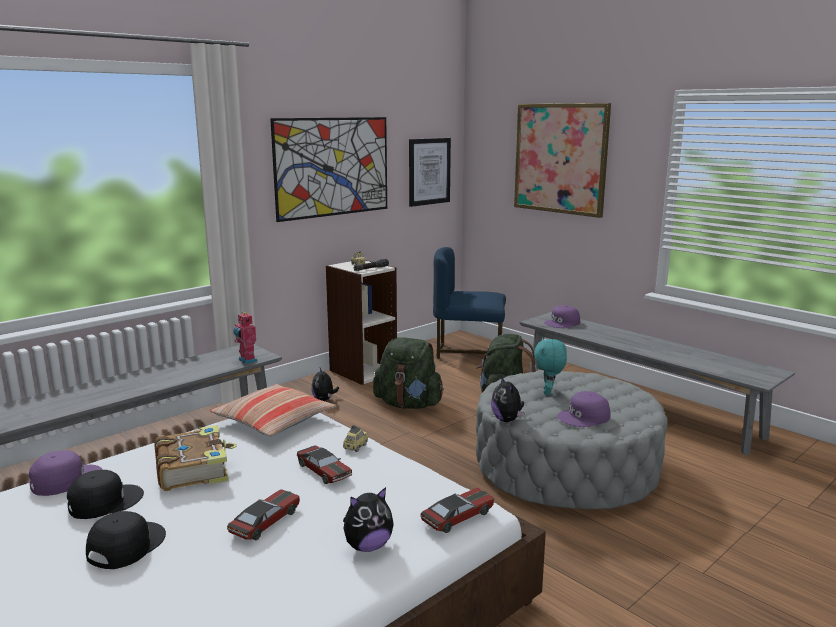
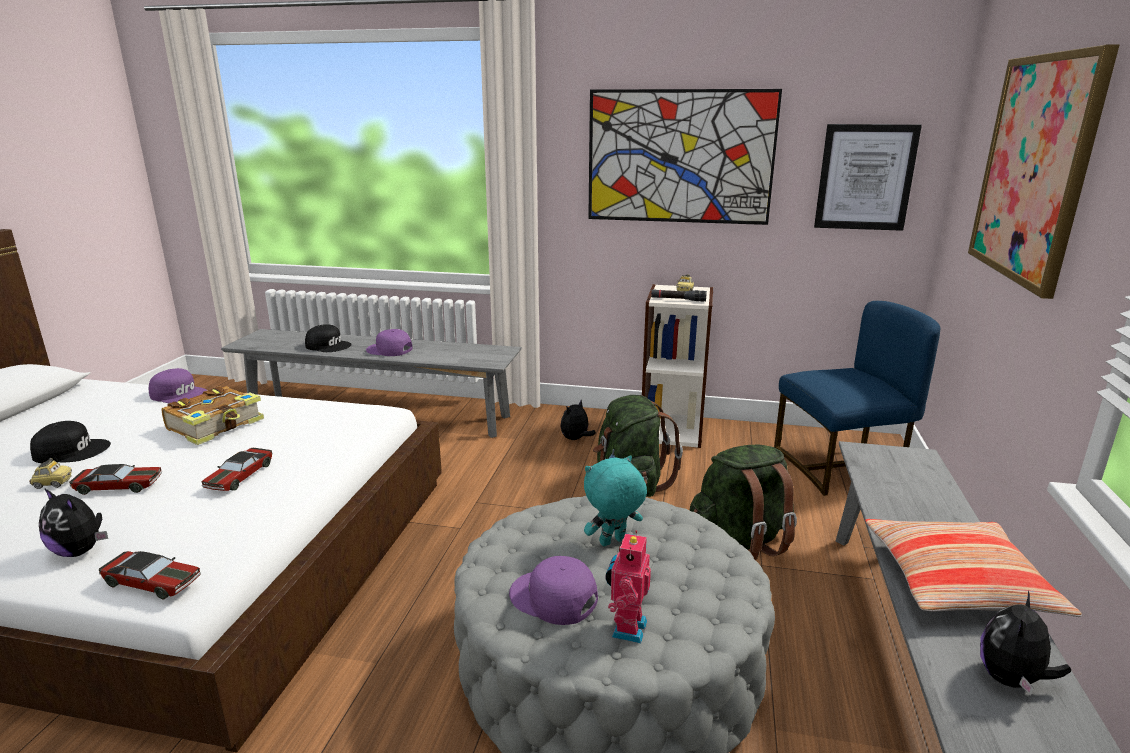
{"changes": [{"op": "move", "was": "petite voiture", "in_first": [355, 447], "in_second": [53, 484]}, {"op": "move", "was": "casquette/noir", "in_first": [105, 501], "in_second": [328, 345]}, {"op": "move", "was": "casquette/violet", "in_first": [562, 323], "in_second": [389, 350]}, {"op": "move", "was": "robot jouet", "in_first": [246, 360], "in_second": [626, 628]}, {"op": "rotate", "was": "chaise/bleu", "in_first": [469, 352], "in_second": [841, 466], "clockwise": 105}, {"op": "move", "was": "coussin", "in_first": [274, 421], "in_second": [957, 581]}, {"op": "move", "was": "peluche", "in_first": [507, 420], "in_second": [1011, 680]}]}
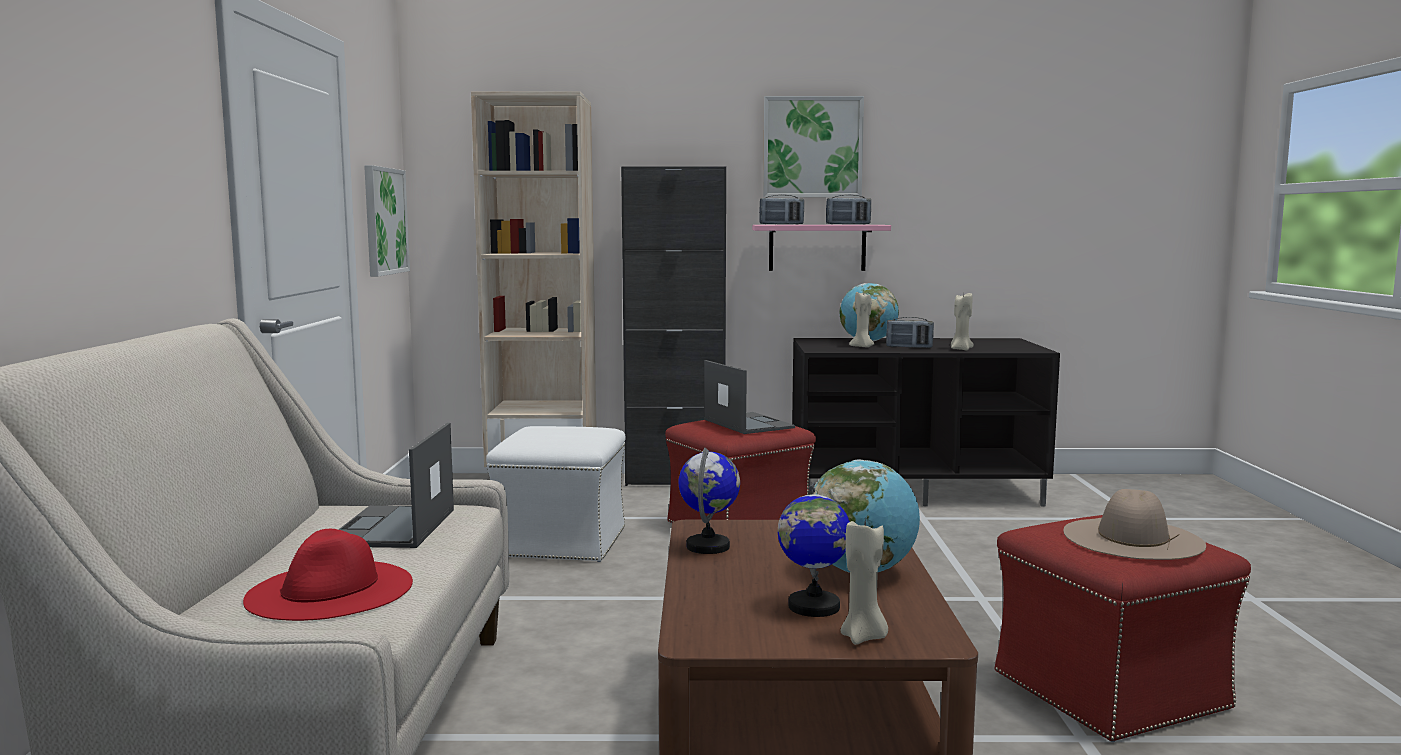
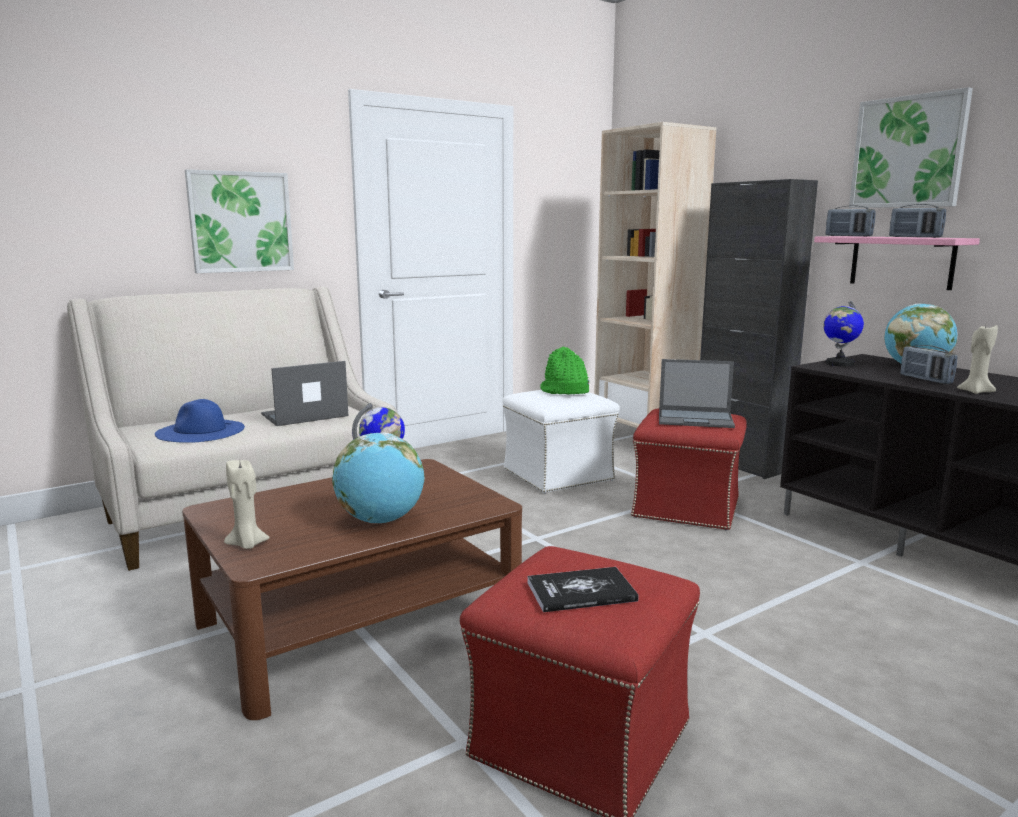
{"changes": [{"op": "recolor", "was": "chapeau/rouge", "now": "chapeau/bleu", "in_first": [330, 590], "in_second": [200, 431]}, {"op": "move", "was": "tableau", "in_first": [384, 221], "in_second": [240, 222]}, {"op": "replace", "was": "chapeau/beige", "now": "livre", "in_first": [1132, 538], "in_second": [581, 591]}, {"op": "insert", "now": "chapeau/vert", "in_second": [564, 391]}, {"op": "rotate", "was": "ordinateur portable", "in_first": [747, 423], "in_second": [696, 419], "clockwise": 75}, {"op": "move", "was": "globe", "in_first": [813, 607], "in_second": [839, 364]}, {"op": "delete", "was": "bougie/beige", "in_first": [862, 347]}]}
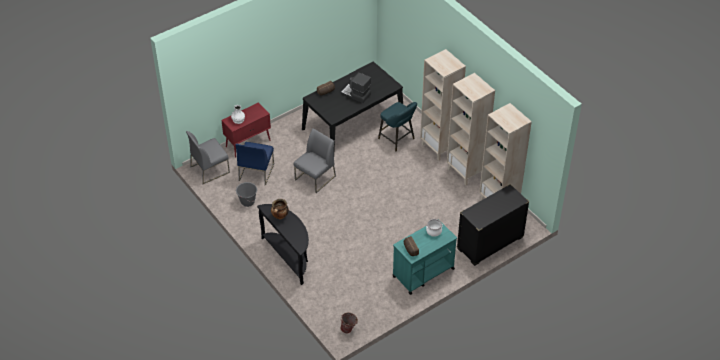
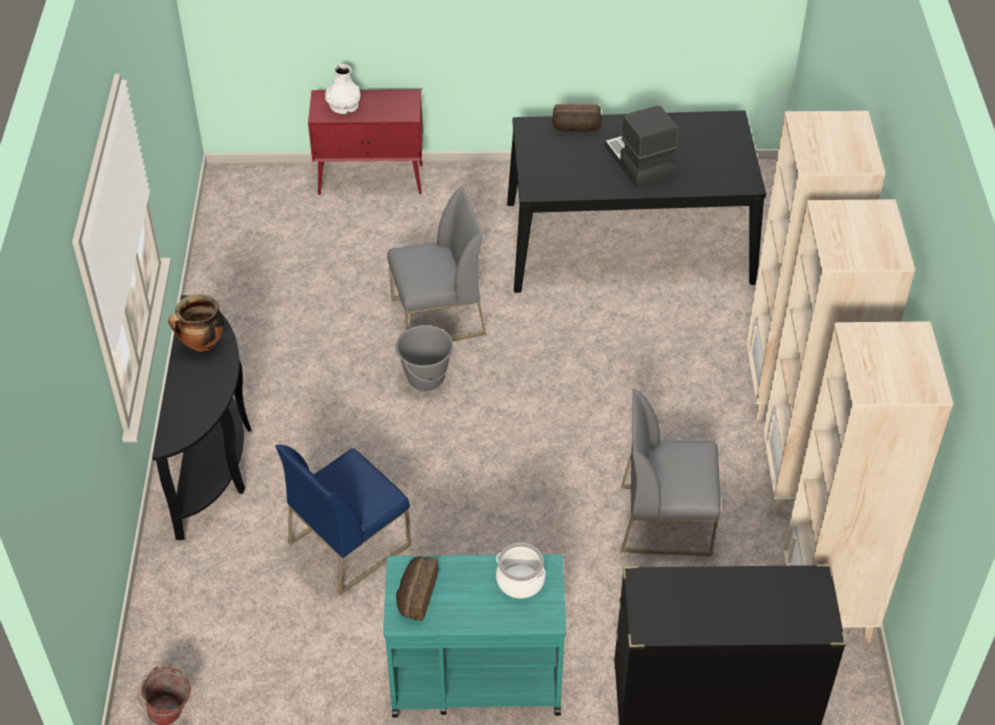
{"changes": [{"op": "move", "was": "chaise/bleu", "in_first": [256, 172], "in_second": [349, 543]}, {"op": "move", "was": "seau/gris", "in_first": [247, 202], "in_second": [425, 378]}, {"op": "move", "was": "chaise/gris", "in_first": [210, 169], "in_second": [666, 520]}, {"op": "delete", "was": "tabouret/turquoise", "in_first": [397, 140]}]}
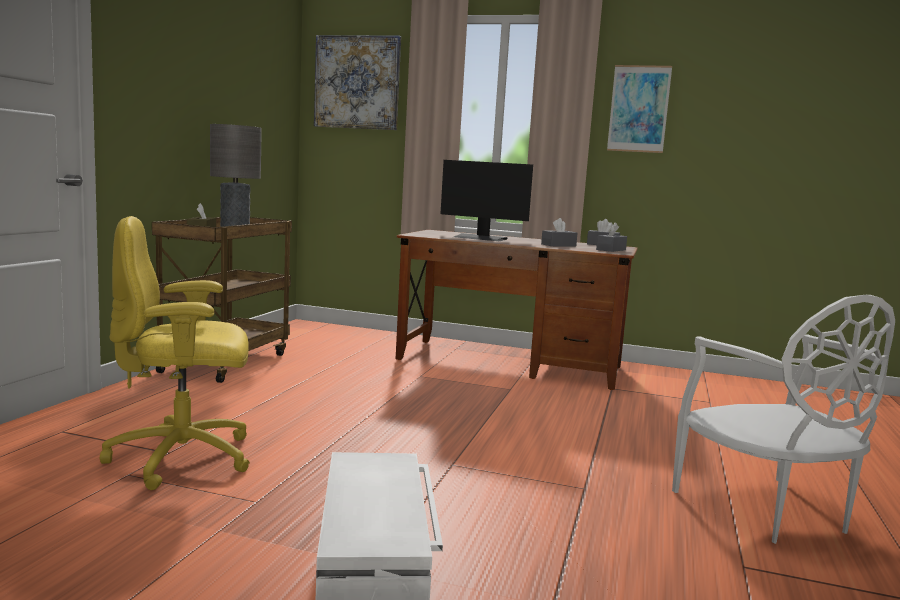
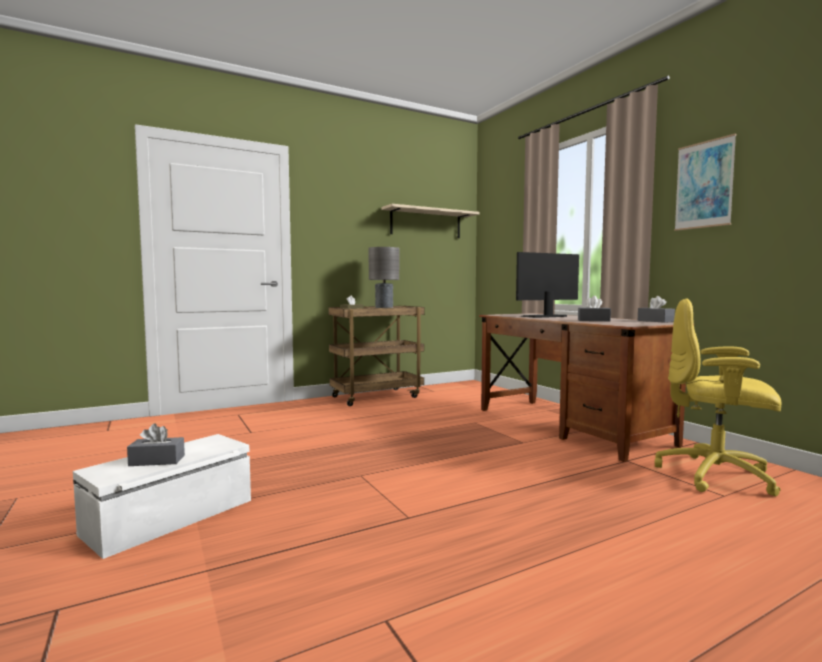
{"changes": [{"op": "move", "was": "boîte à mouchoirs/gris", "in_first": [611, 250], "in_second": [157, 461]}, {"op": "insert", "now": "étagère/beige", "in_second": [426, 223]}, {"op": "rotate", "was": "écran d'ordinateur", "in_first": [480, 238], "in_second": [543, 316], "clockwise": 90}, {"op": "move", "was": "chaise de bureau/jaune", "in_first": [184, 458], "in_second": [717, 476]}, {"op": "delete", "was": "tableau", "in_first": [357, 82]}, {"op": "delete", "was": "chaise/blanc", "in_first": [767, 511]}]}
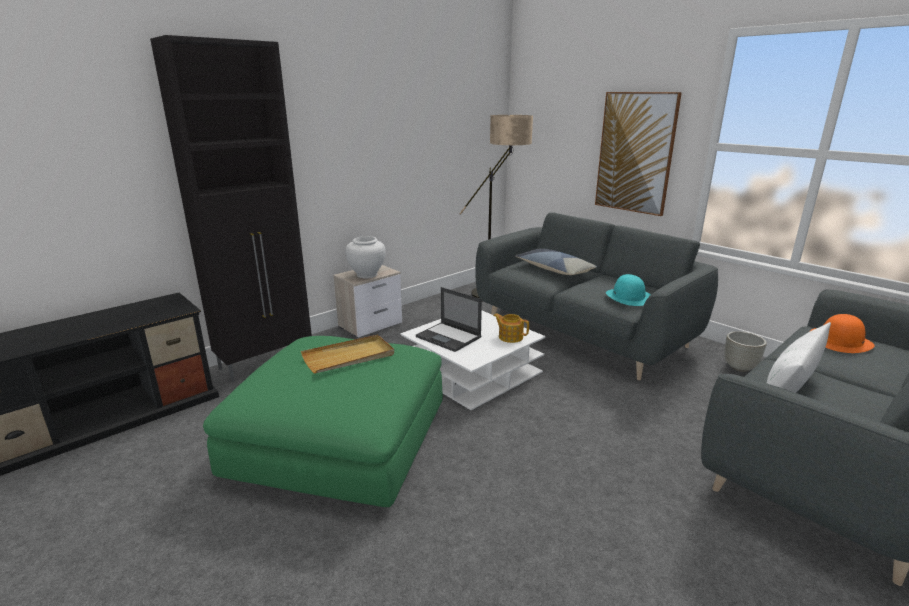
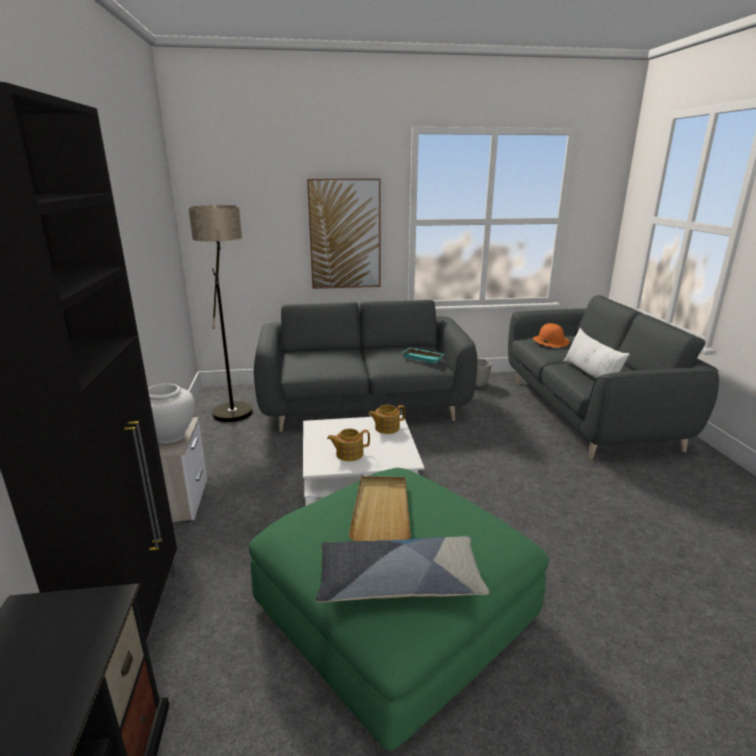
{"changes": [{"op": "move", "was": "coussin", "in_first": [554, 269], "in_second": [398, 581]}, {"op": "replace", "was": "ordinateur portable", "now": "théière", "in_first": [449, 337], "in_second": [349, 454]}, {"op": "replace", "was": "chapeau/turquoise", "now": "plateau/turquoise", "in_first": [628, 297], "in_second": [423, 357]}]}
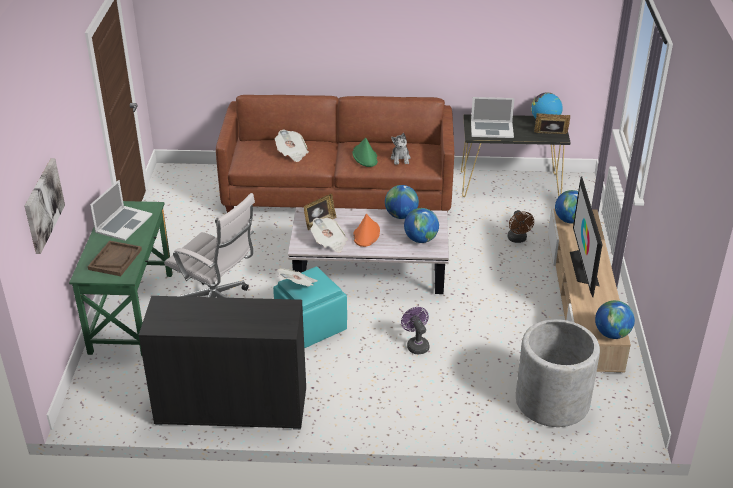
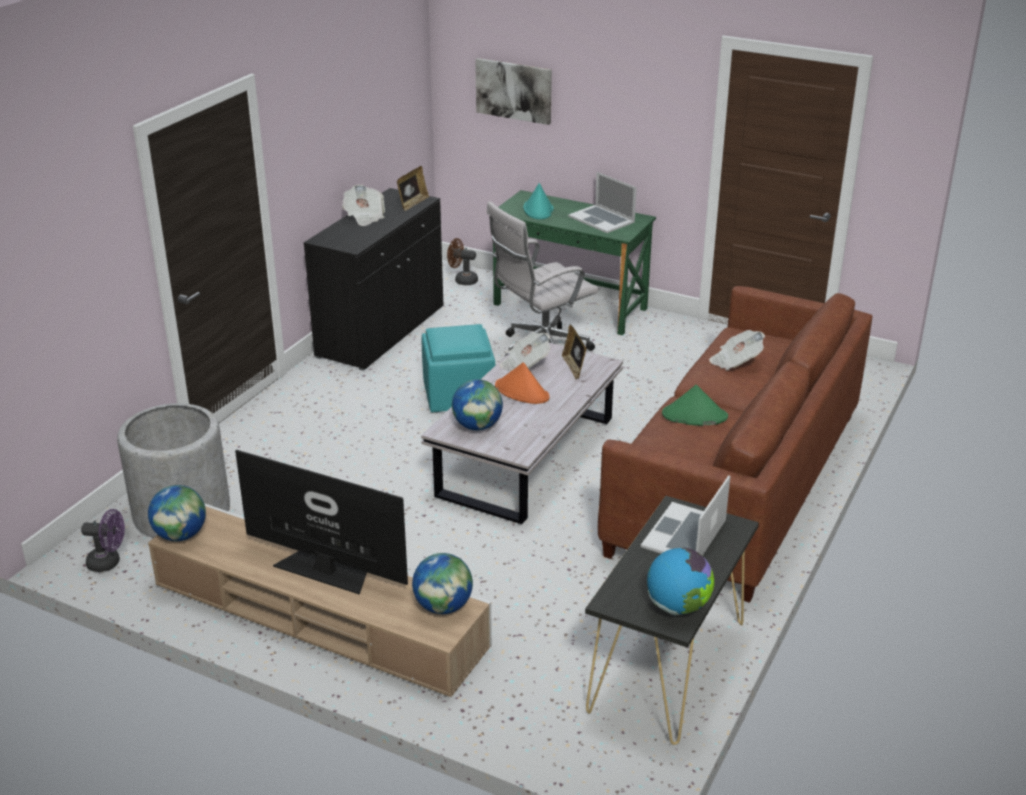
{"changes": [{"op": "move", "was": "ventilateur/violet", "in_first": [416, 344], "in_second": [109, 562]}, {"op": "move", "was": "journal", "in_first": [298, 285], "in_second": [364, 217]}, {"op": "move", "was": "cadre photo", "in_first": [550, 135], "in_second": [412, 203]}, {"op": "move", "was": "ventilateur/marron", "in_first": [518, 239], "in_second": [462, 280]}, {"op": "replace", "was": "plateau/marron", "now": "chapeau/turquoise", "in_first": [115, 259], "in_second": [538, 209]}, {"op": "delete", "was": "globe", "in_first": [401, 216]}, {"op": "delete", "was": "peluche", "in_first": [400, 158]}]}
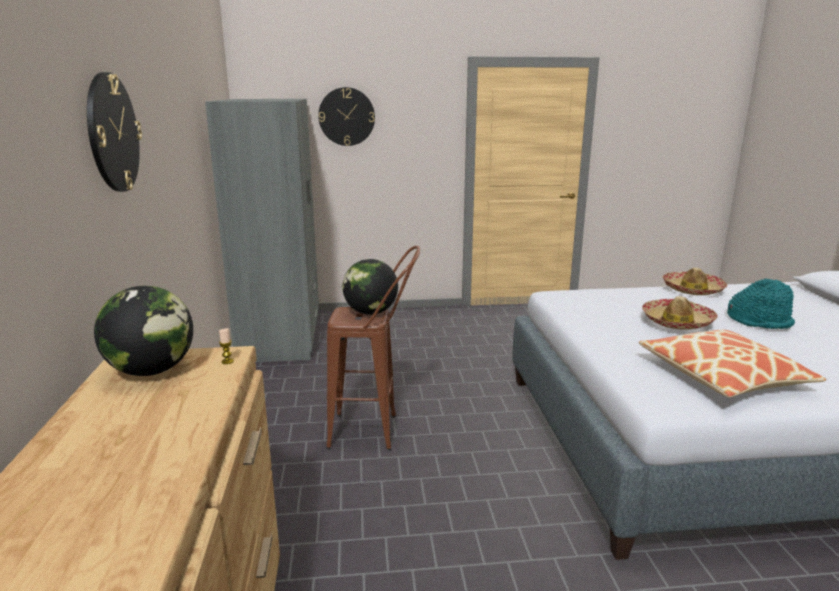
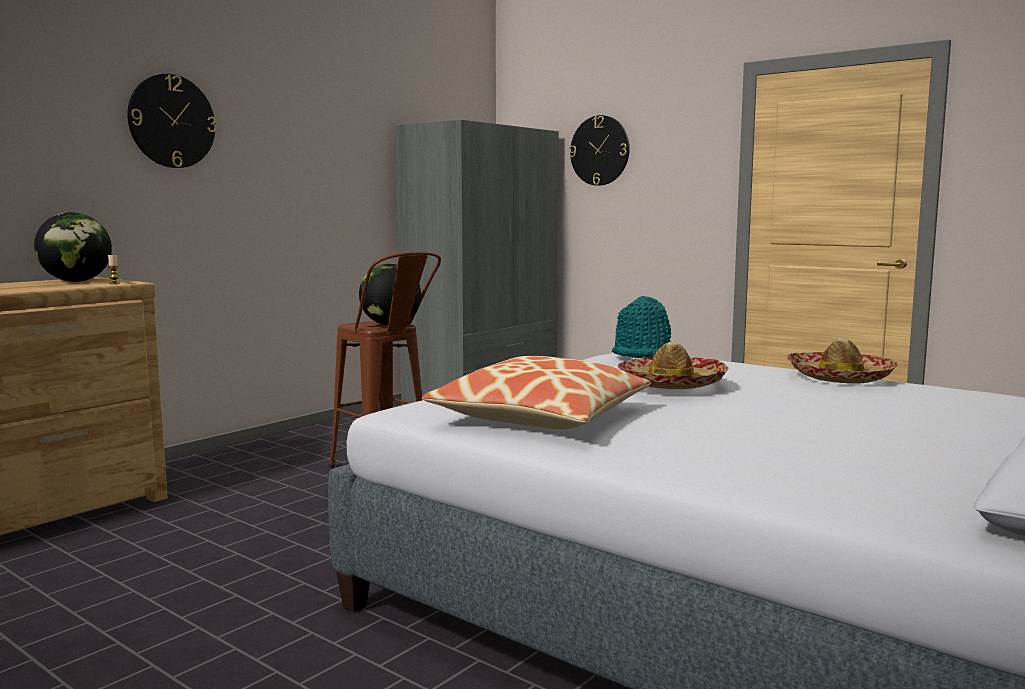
{"changes": [{"op": "move", "was": "chapeau/turquoise", "in_first": [759, 321], "in_second": [644, 354]}]}
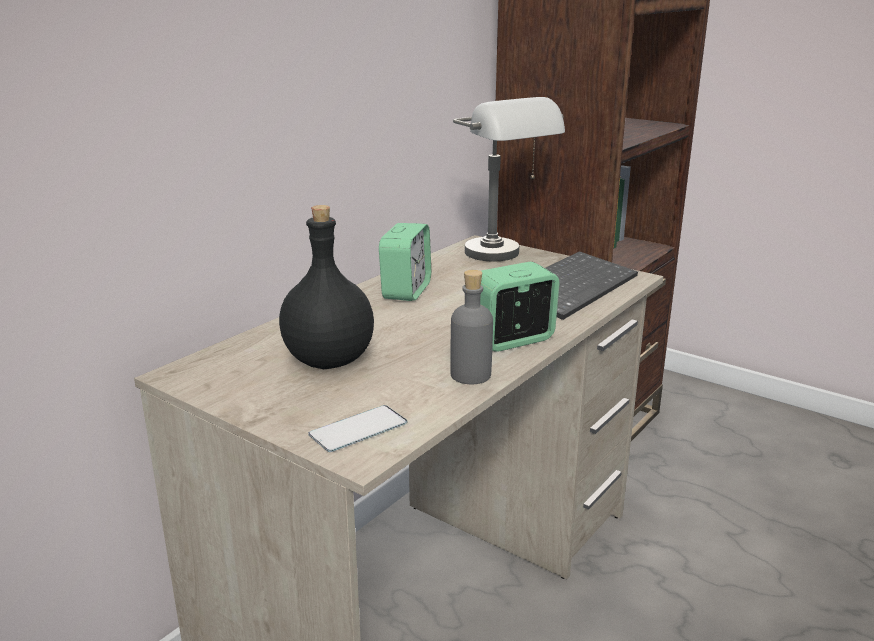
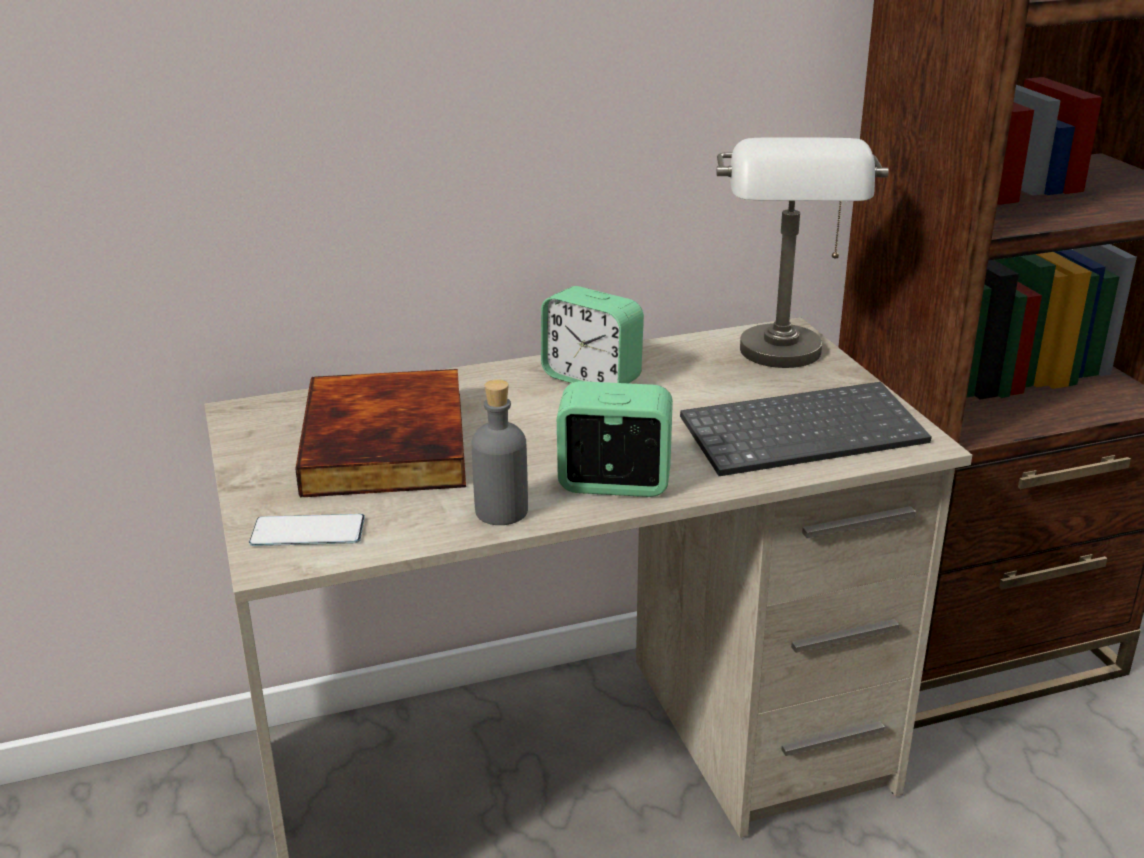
{"changes": [{"op": "replace", "was": "bouteille/noir", "now": "livre", "in_first": [330, 360], "in_second": [390, 443]}, {"op": "rotate", "was": "réveil", "in_first": [406, 291], "in_second": [591, 378], "clockwise": 75}]}
